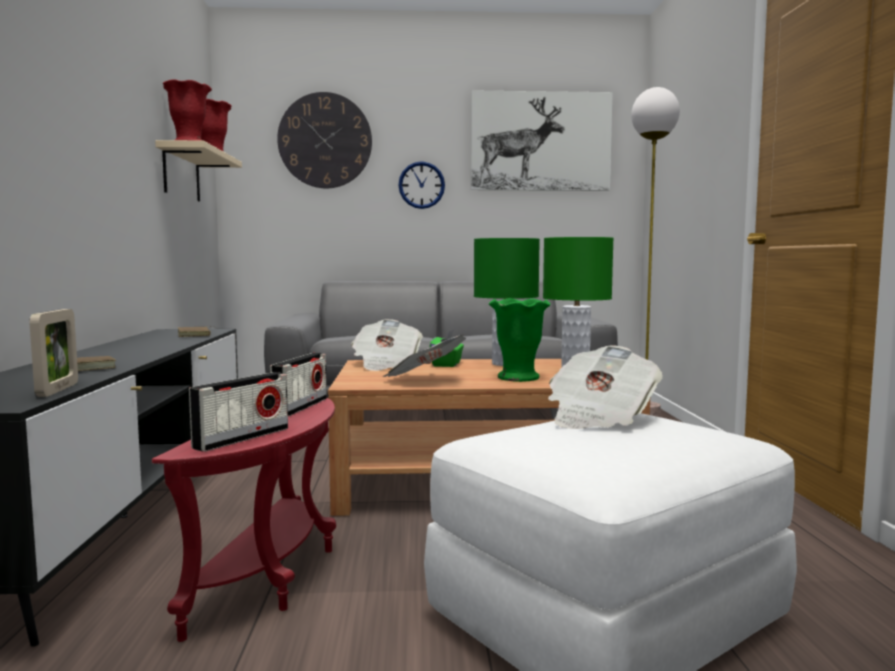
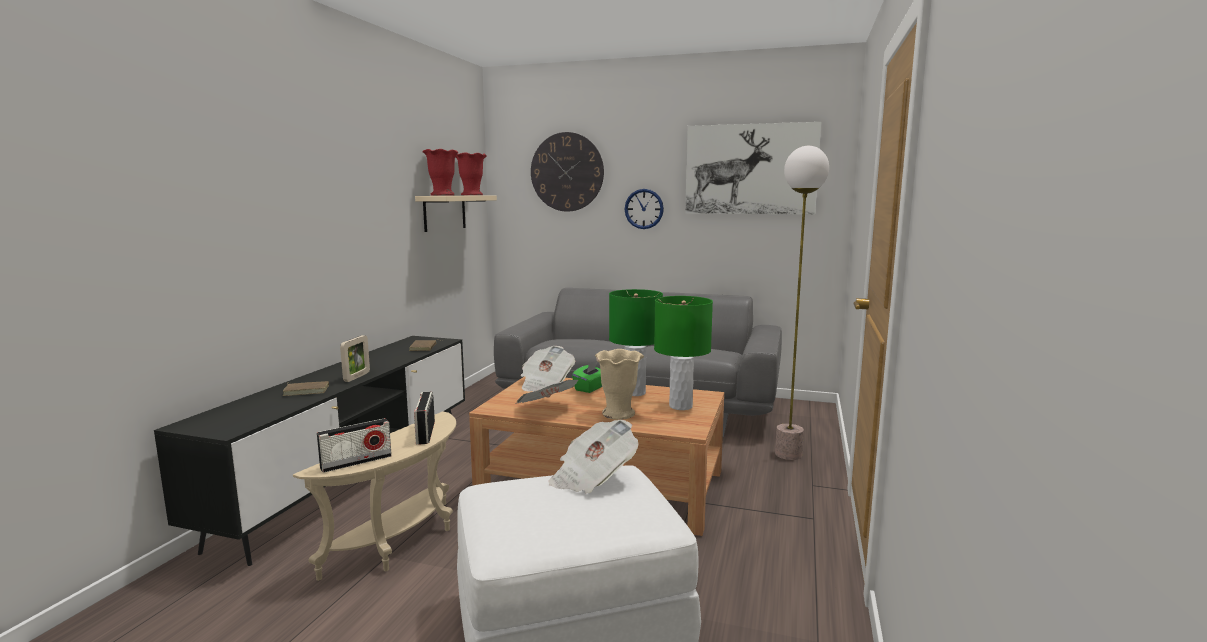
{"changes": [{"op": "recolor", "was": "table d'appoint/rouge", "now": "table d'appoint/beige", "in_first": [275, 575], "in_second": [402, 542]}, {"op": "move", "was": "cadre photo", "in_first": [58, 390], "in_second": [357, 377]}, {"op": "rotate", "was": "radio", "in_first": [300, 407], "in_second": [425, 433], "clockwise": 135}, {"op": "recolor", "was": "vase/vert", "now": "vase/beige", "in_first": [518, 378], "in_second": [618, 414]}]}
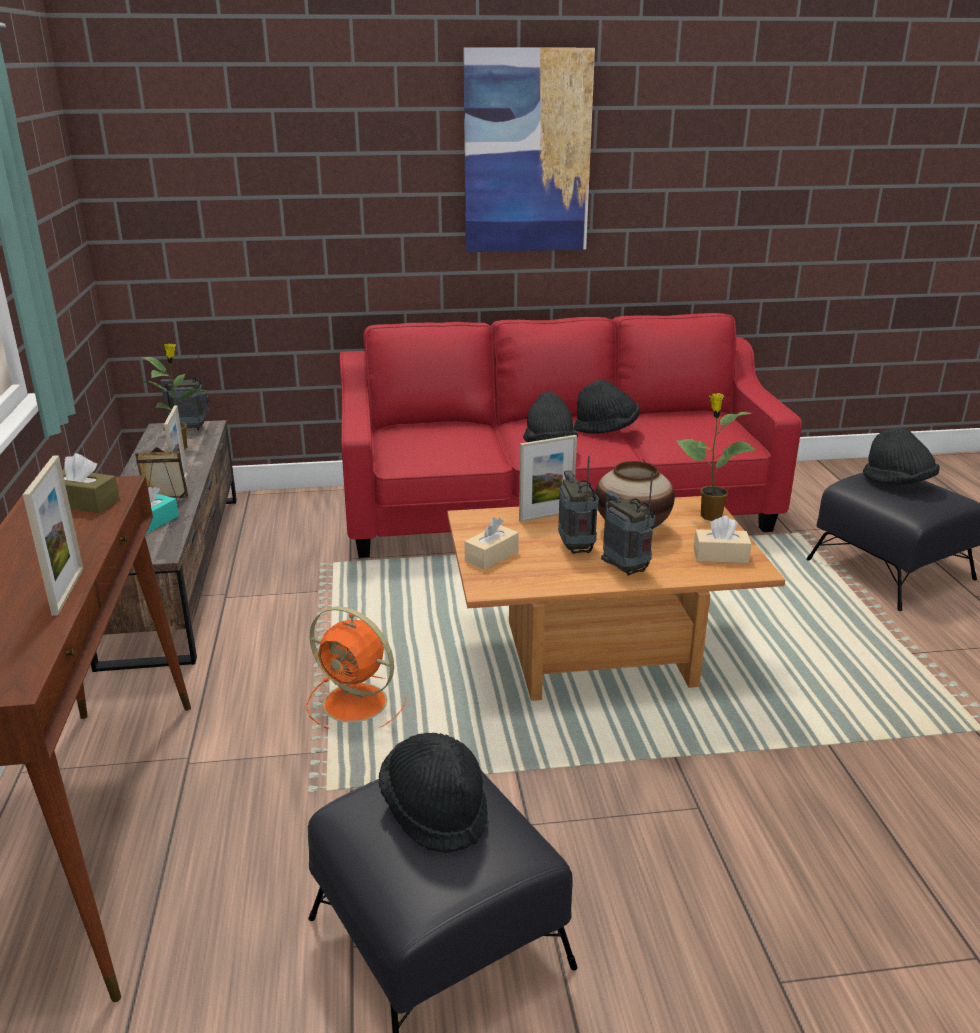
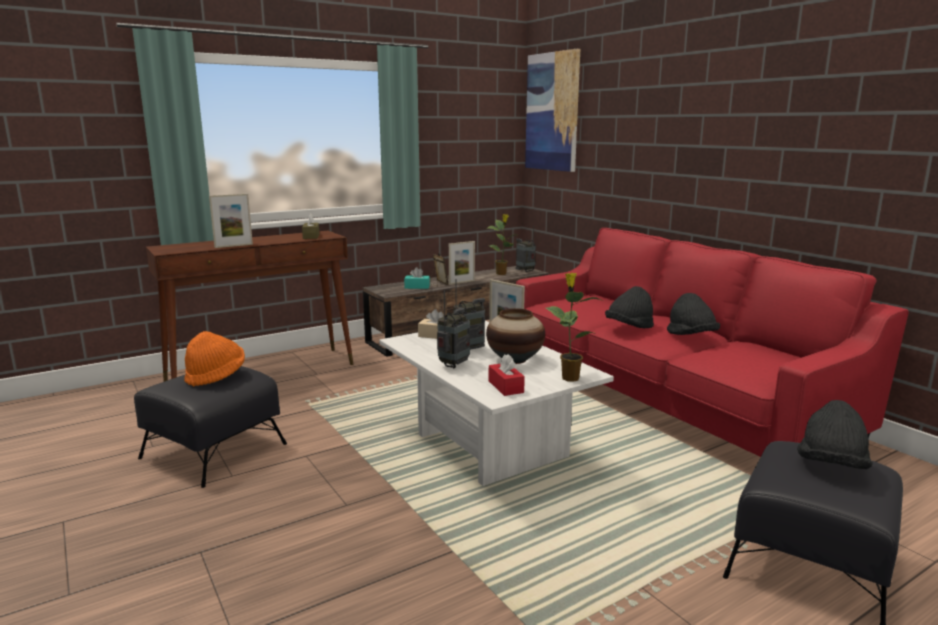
{"changes": [{"op": "recolor", "was": "chapeau/noir", "now": "chapeau/orange", "in_first": [435, 810], "in_second": [216, 376]}, {"op": "recolor", "was": "table basse/marron", "now": "table basse/blanc", "in_first": [597, 657], "in_second": [486, 446]}, {"op": "recolor", "was": "boîte à mouchoirs/beige", "now": "boîte à mouchoirs/rouge", "in_first": [720, 556], "in_second": [505, 387]}, {"op": "move", "was": "tableau", "in_first": [527, 152], "in_second": [552, 112]}, {"op": "delete", "was": "ventilateur/orange", "in_first": [357, 704]}]}
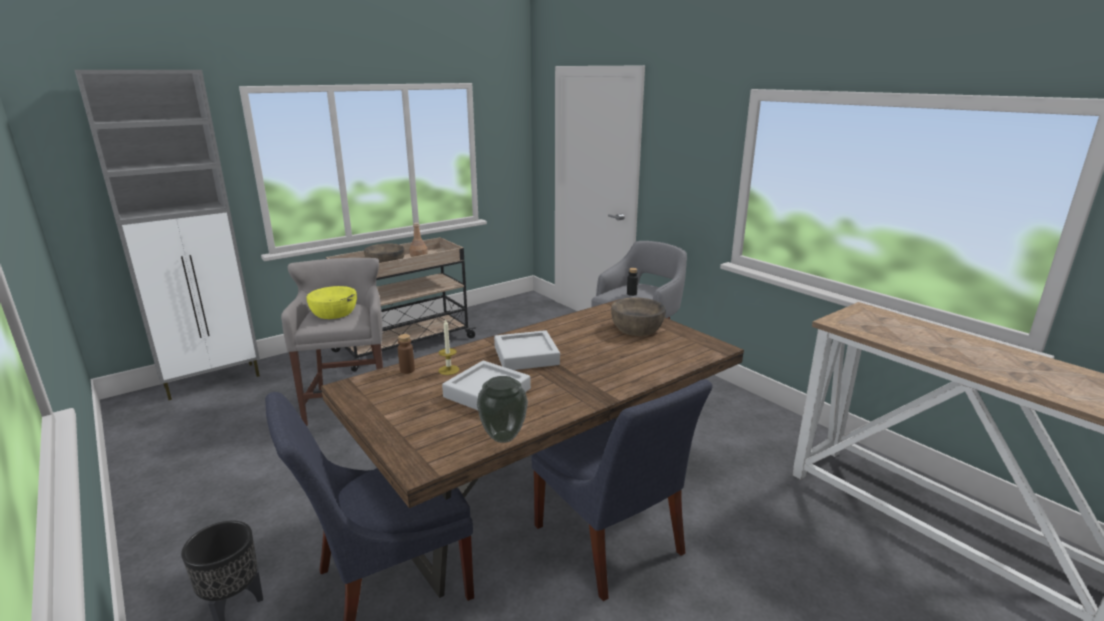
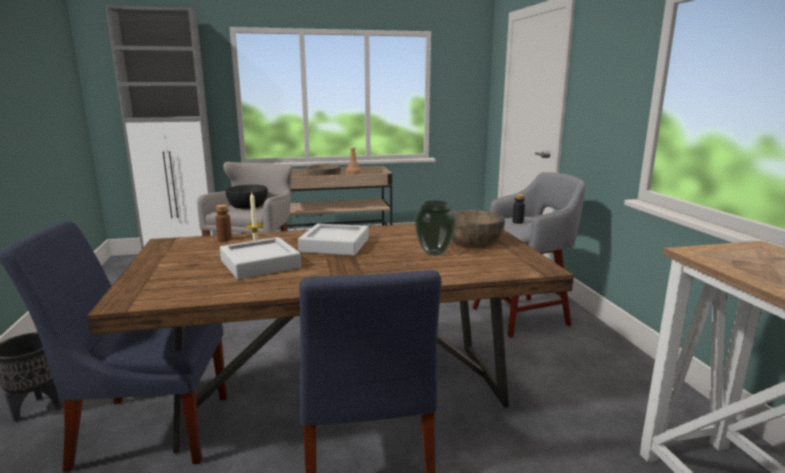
{"changes": [{"op": "recolor", "was": "bol/jaune", "now": "bol/noir", "in_first": [334, 312], "in_second": [248, 205]}, {"op": "move", "was": "vase", "in_first": [502, 437], "in_second": [433, 253]}]}
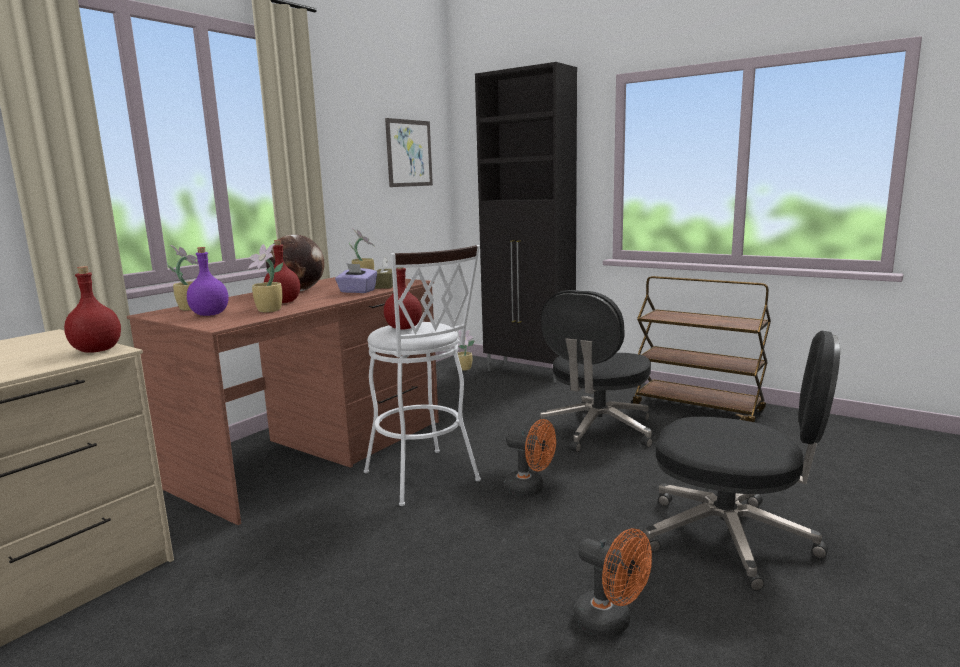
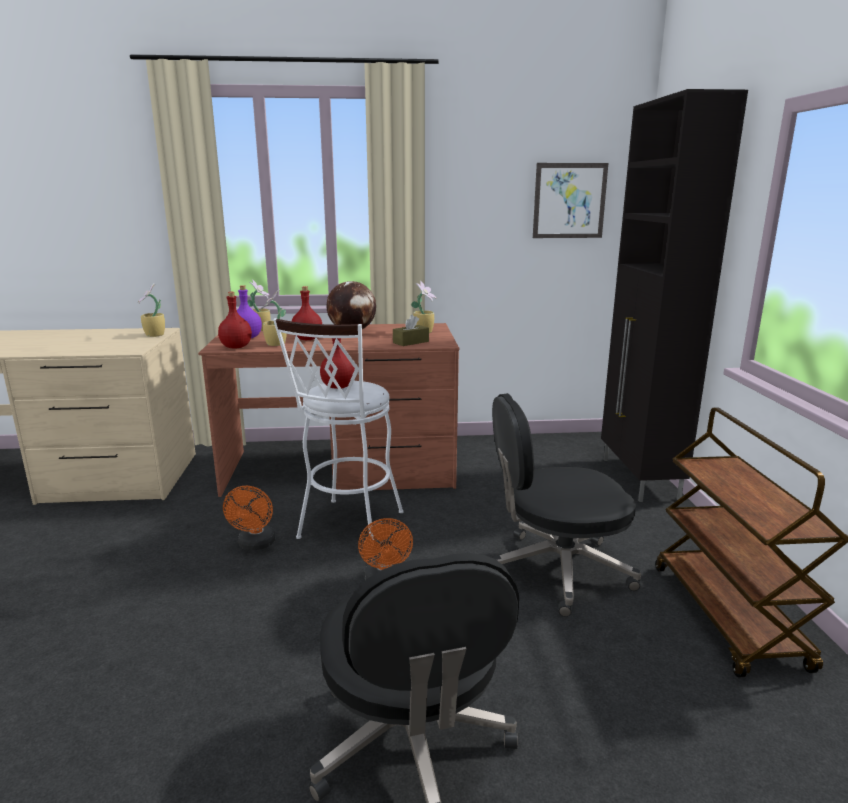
{"changes": [{"op": "move", "was": "plante en pot", "in_first": [465, 369], "in_second": [154, 335]}, {"op": "move", "was": "bouteille/rouge", "in_first": [98, 350], "in_second": [236, 347]}, {"op": "move", "was": "ventilateur/orange", "in_first": [611, 623], "in_second": [255, 545]}, {"op": "delete", "was": "boîte à mouchoirs/violet", "in_first": [357, 291]}]}
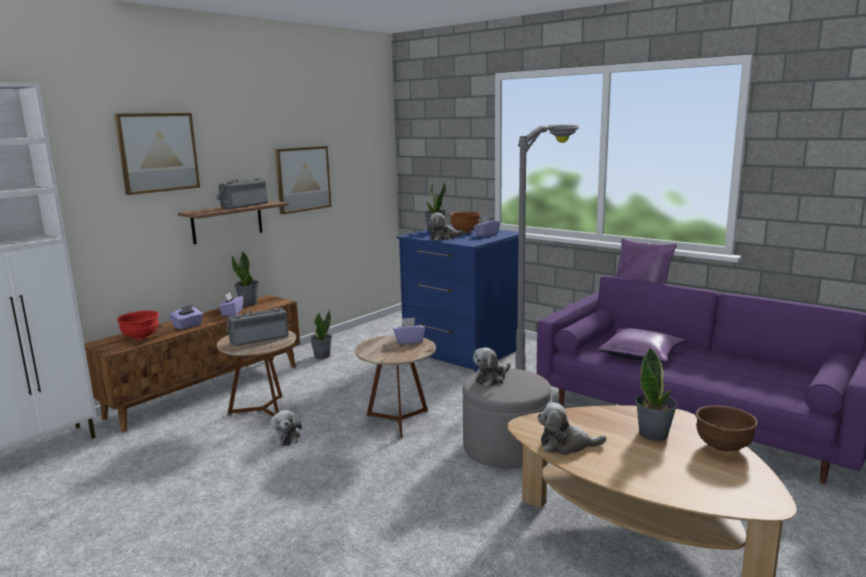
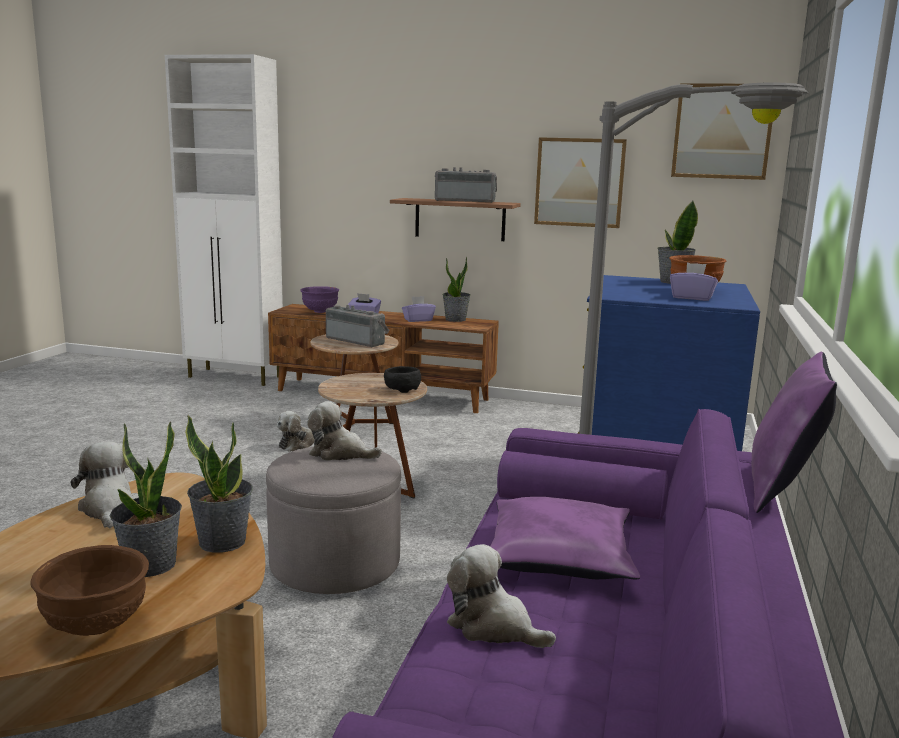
{"changes": [{"op": "move", "was": "plante en pot", "in_first": [322, 356], "in_second": [222, 541]}, {"op": "recolor", "was": "bol/rouge", "now": "bol/violet", "in_first": [141, 338], "in_second": [319, 311]}, {"op": "replace", "was": "boîte à mouchoirs/violet", "now": "bol/noir", "in_first": [409, 341], "in_second": [401, 389]}, {"op": "move", "was": "peluche", "in_first": [444, 238], "in_second": [493, 626]}, {"op": "move", "was": "tableau", "in_first": [158, 152], "in_second": [722, 131]}]}
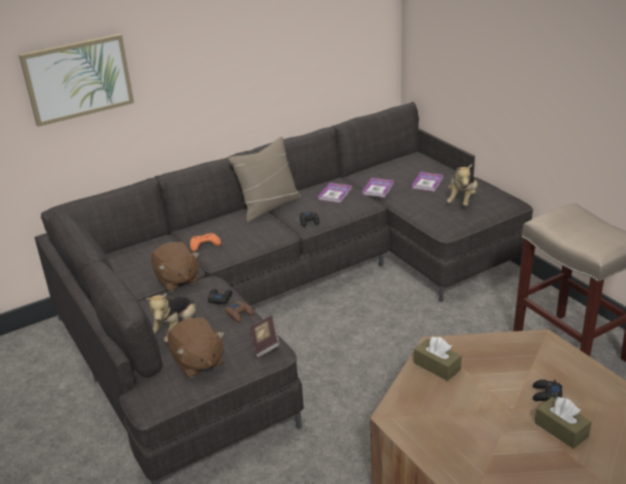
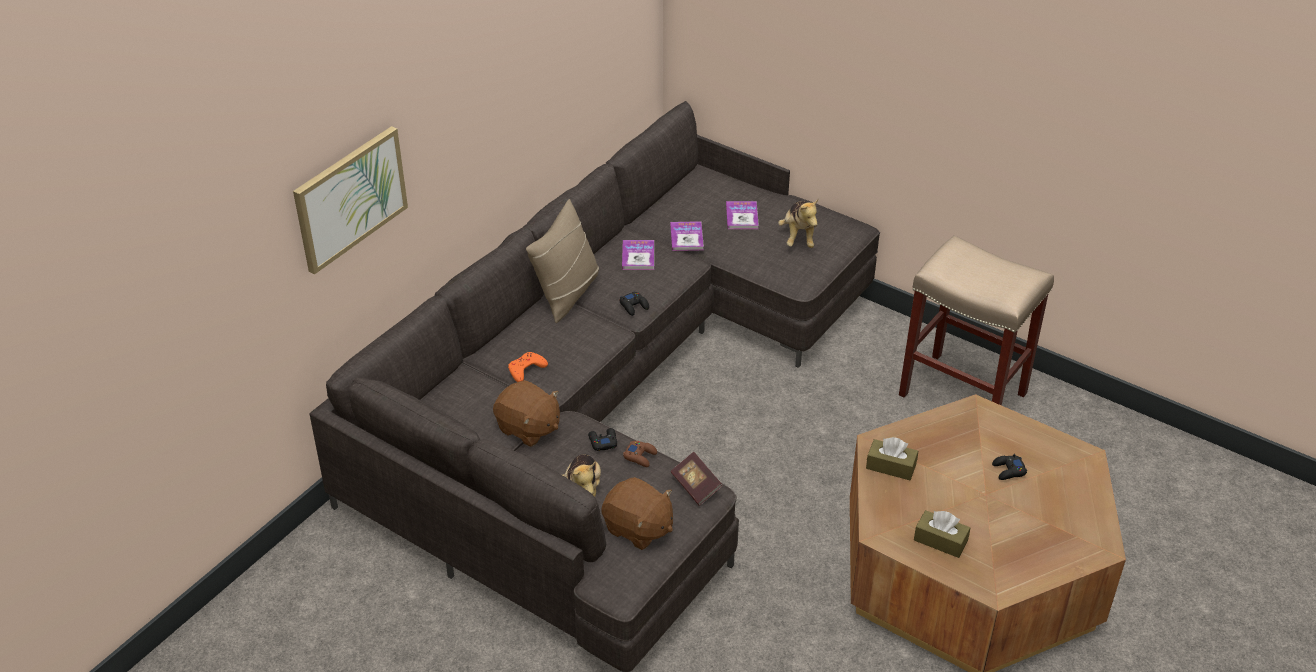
{"changes": [{"op": "move", "was": "boîte à mouchoirs/marron", "in_first": [561, 429], "in_second": [940, 540]}]}
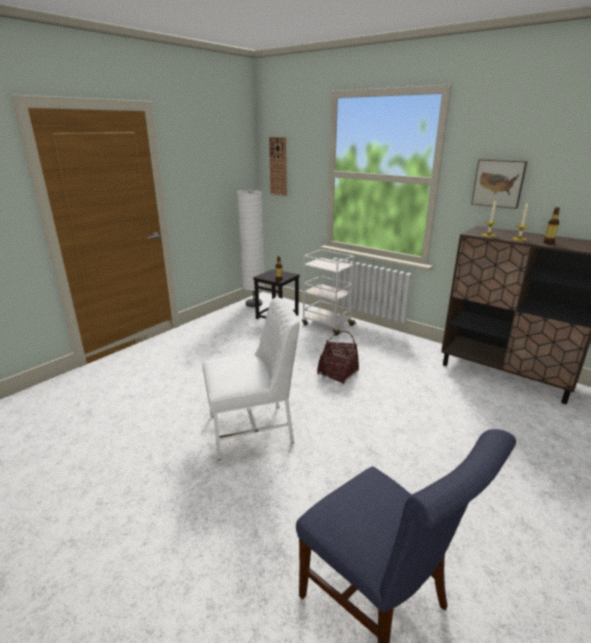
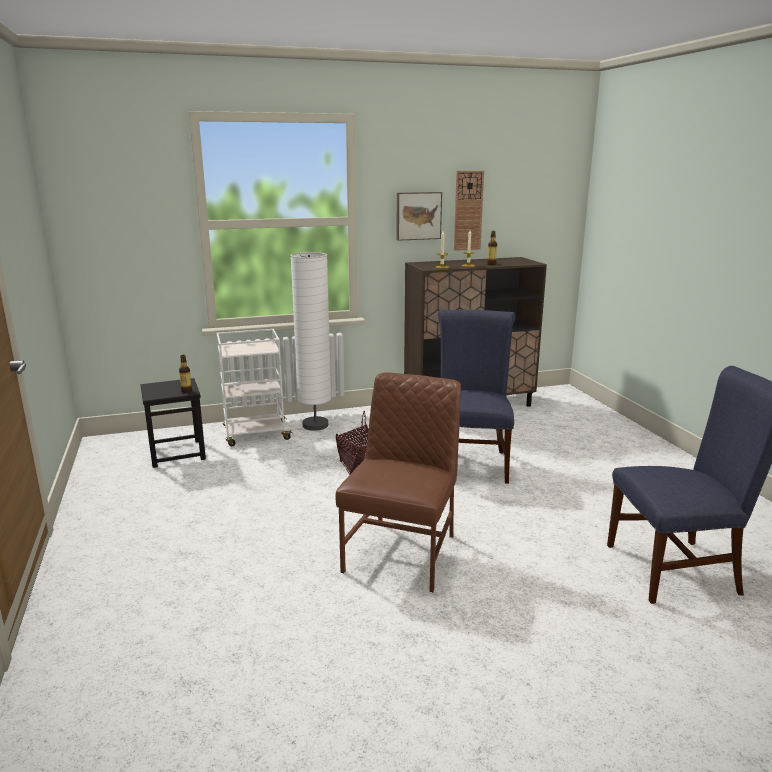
{"changes": [{"op": "move", "was": "lampadaire/blanc", "in_first": [254, 304], "in_second": [315, 425]}, {"op": "recolor", "was": "chaise/blanc", "now": "chaise/marron", "in_first": [252, 429], "in_second": [403, 552]}, {"op": "insert", "now": "chaise/bleu", "in_second": [470, 462]}, {"op": "move", "was": "horloge murale", "in_first": [278, 166], "in_second": [468, 211]}]}
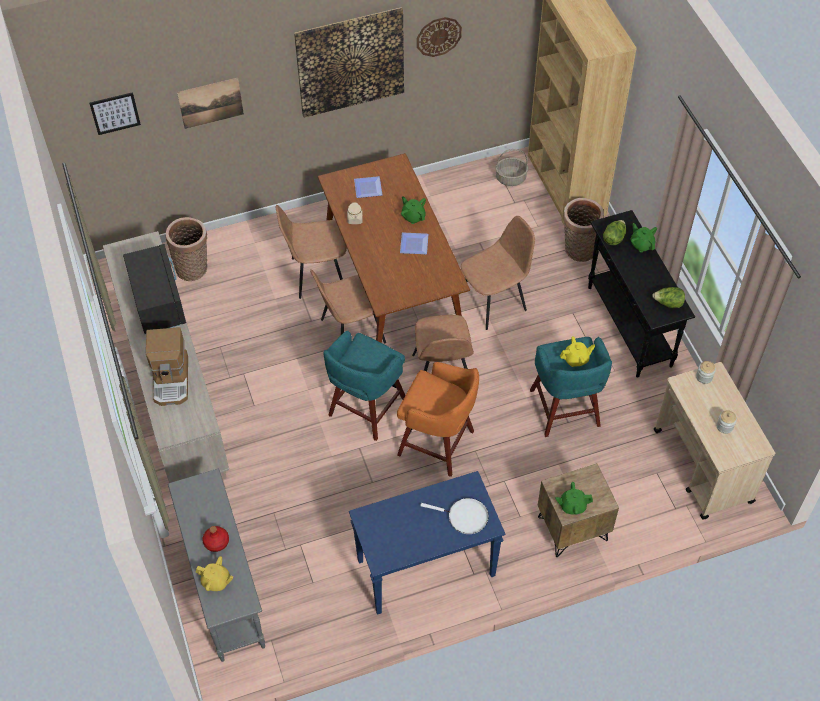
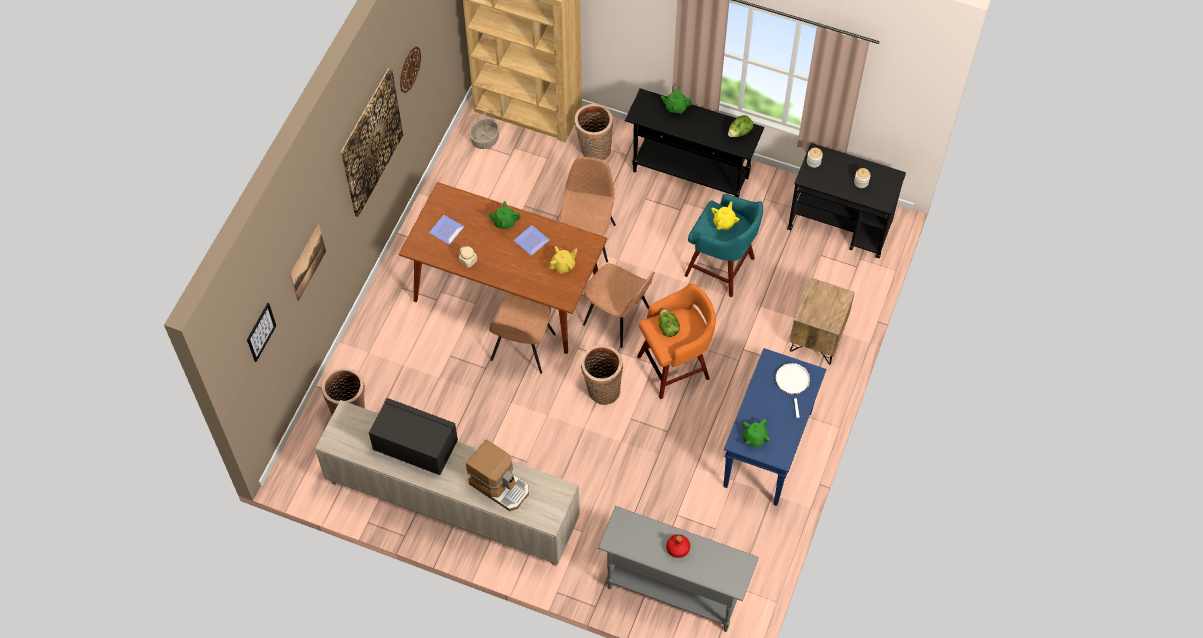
{"changes": [{"op": "move", "was": "théière/jaune", "in_first": [216, 581], "in_second": [563, 265]}, {"op": "replace", "was": "tabouret/turquoise", "now": "panier", "in_first": [366, 409], "in_second": [601, 390]}, {"op": "move", "was": "laitue", "in_first": [614, 238], "in_second": [668, 328]}, {"op": "move", "was": "théière/vert", "in_first": [572, 506], "in_second": [754, 438]}, {"op": "rotate", "was": "poêle/blanc", "in_first": [465, 517], "in_second": [793, 382], "clockwise": -60}, {"op": "recolor", "was": "chariot/beige", "now": "chariot/noir", "in_first": [703, 467], "in_second": [841, 225]}, {"op": "delete", "was": "chaise/marron", "in_first": [316, 274]}]}
